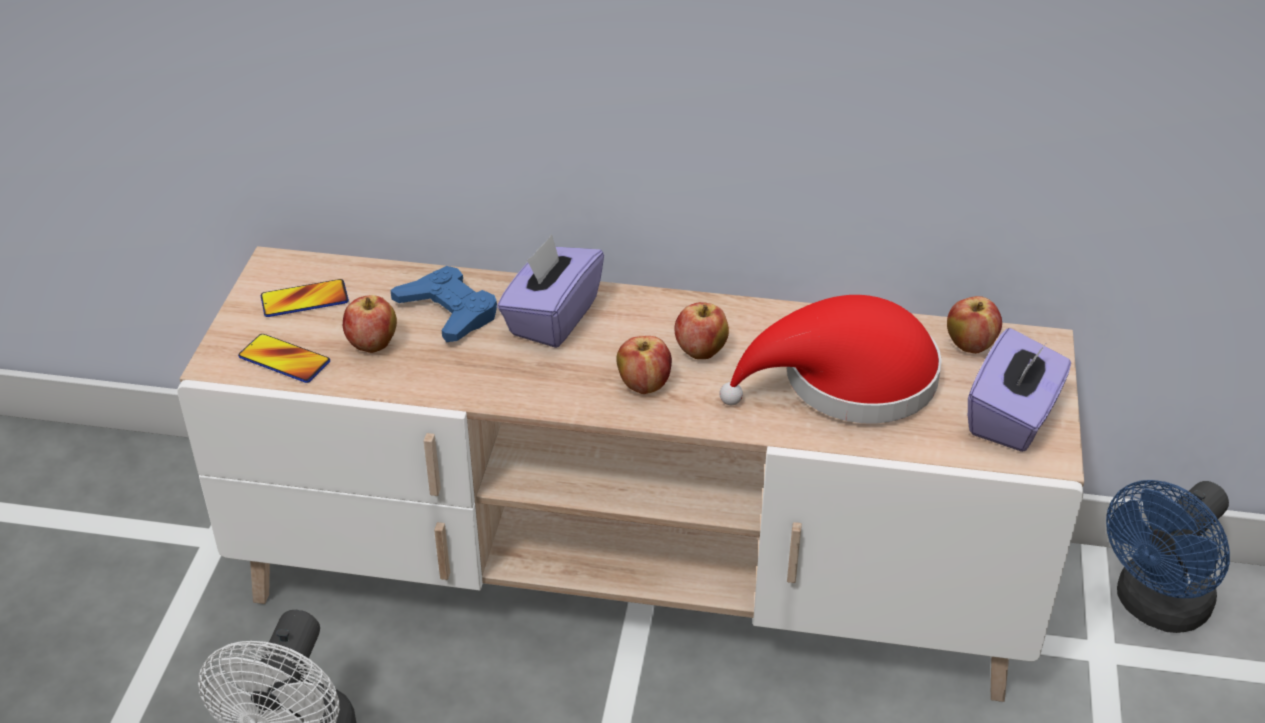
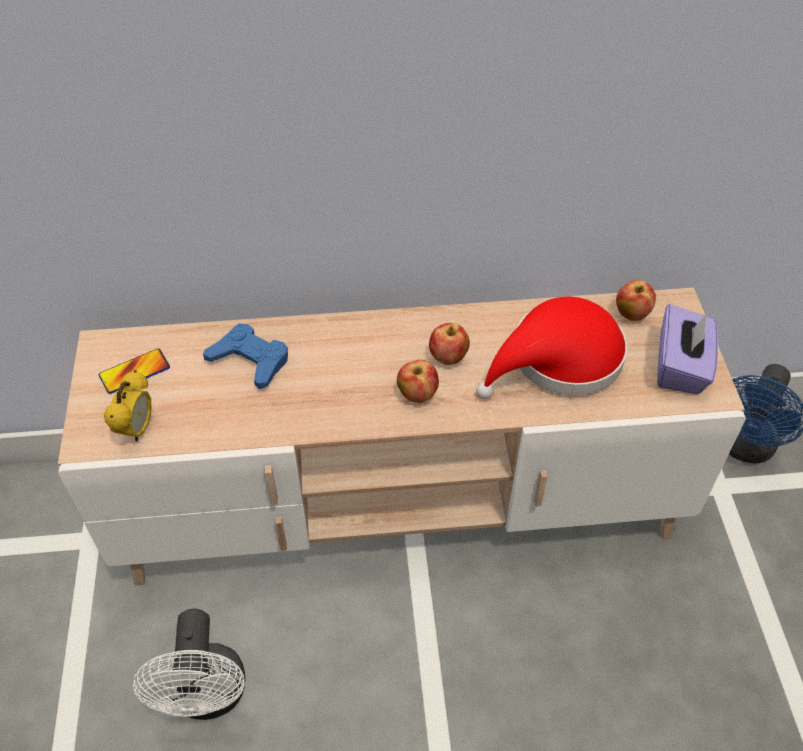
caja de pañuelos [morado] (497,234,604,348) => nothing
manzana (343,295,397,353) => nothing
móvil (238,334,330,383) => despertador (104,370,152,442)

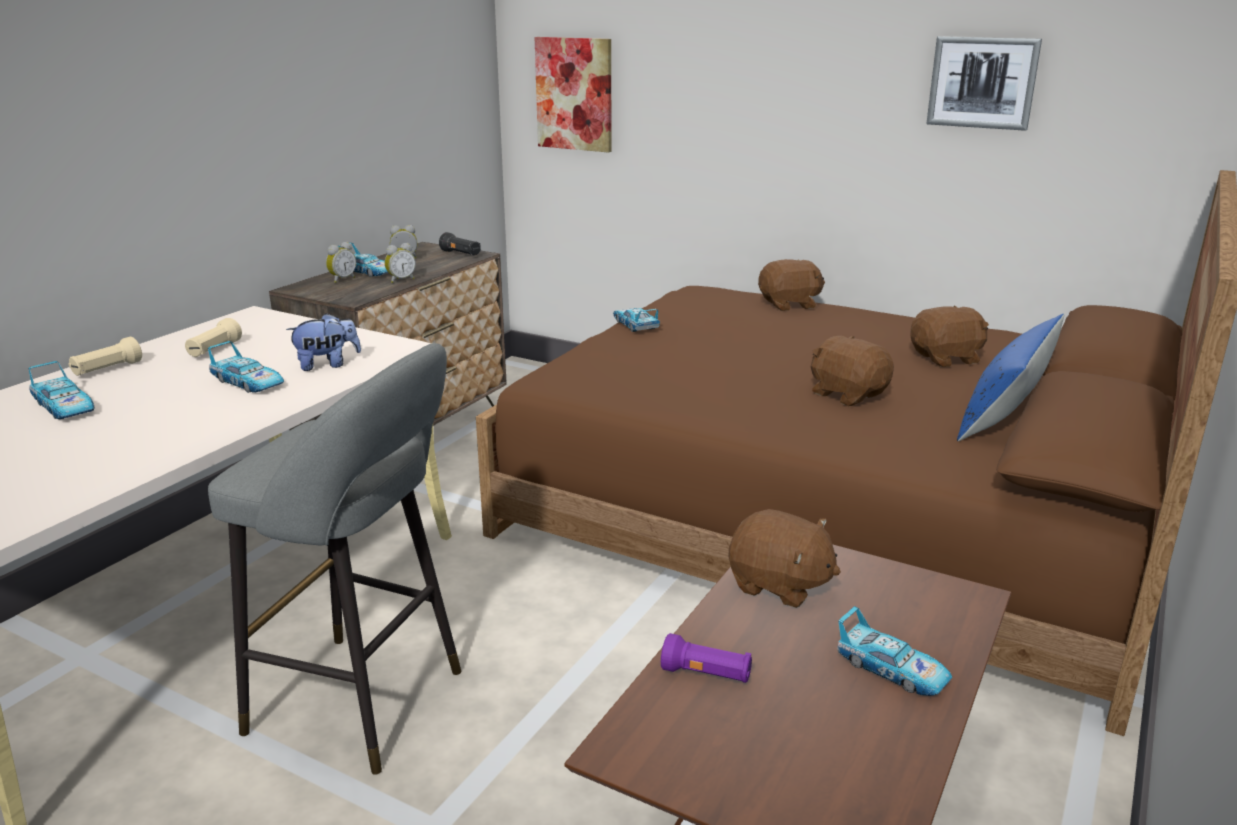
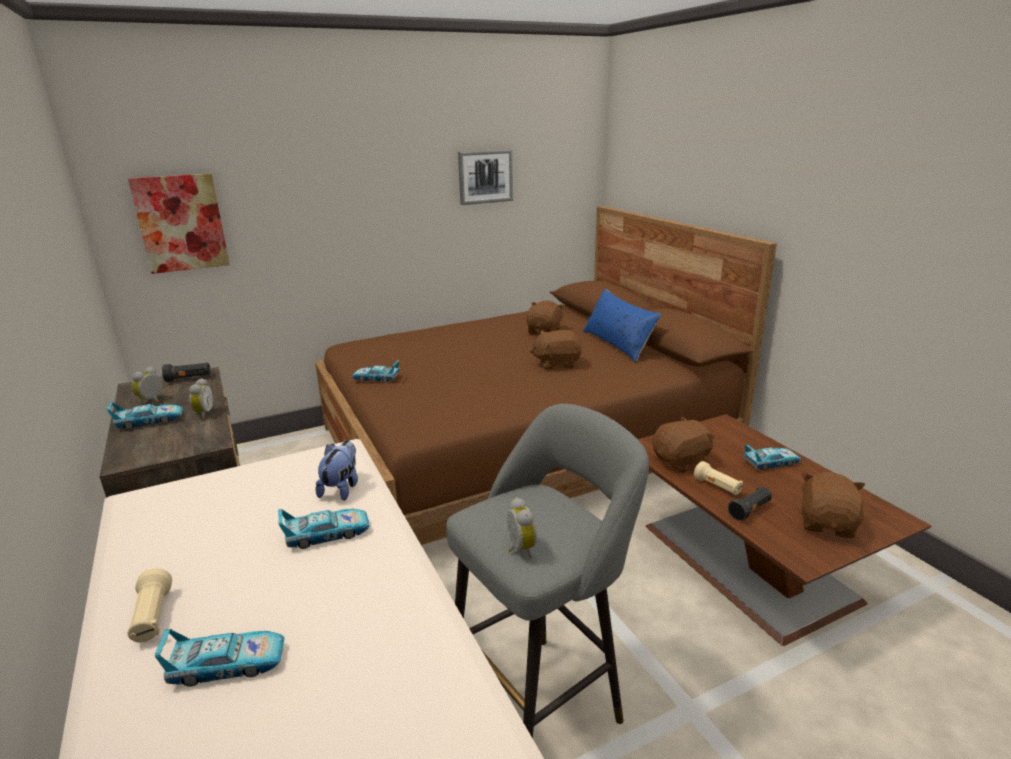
despertador (326,242,356,283) => despertador (507,497,537,558), moved
peluche [marrón] (758,259,825,311) => peluche [marrón] (801,472,865,538), moved
linterna [beis] (185,318,242,357) => linterna [beis] (694,461,743,495), moved
linterna [morado] (661,633,752,683) => linterna [negro] (728,487,772,521)

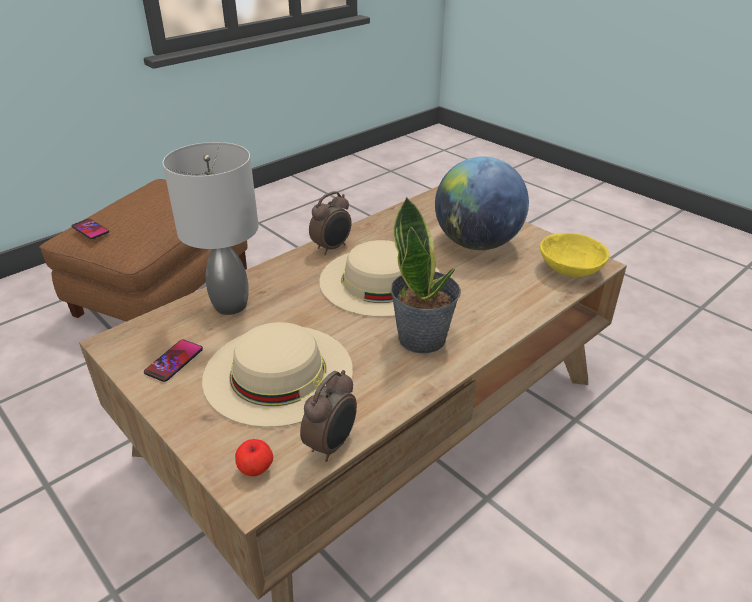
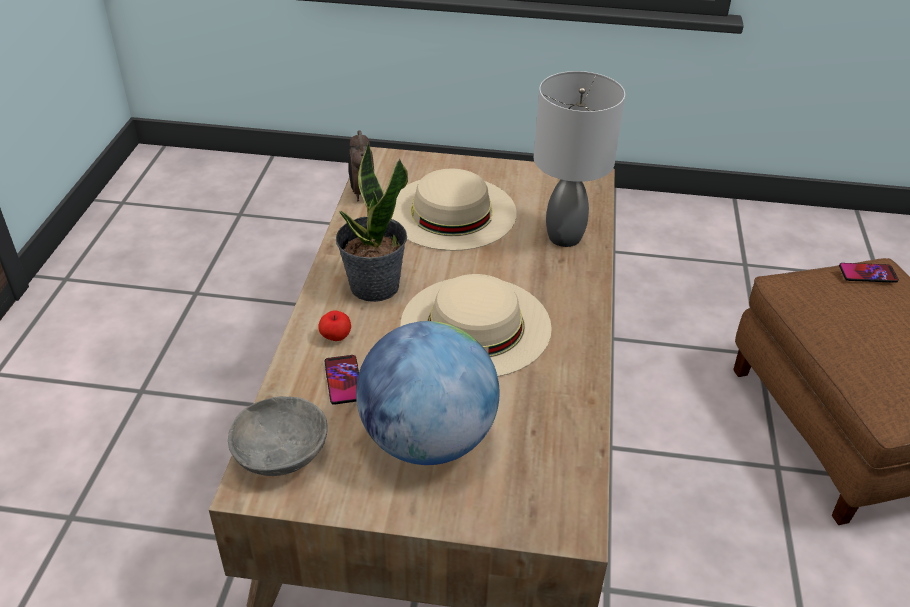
despertador (309,191,352,255) => nothing
cuenco [amarillo] (540,233,609,277) => cuenco [gris] (228,396,328,476)
móvil (144,340,203,382) => móvil (324,355,359,405), moved
manzana (235,439,273,476) => manzana (318,311,351,341), moved

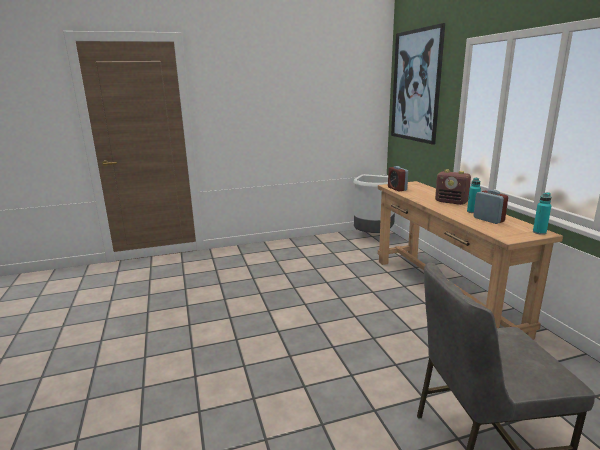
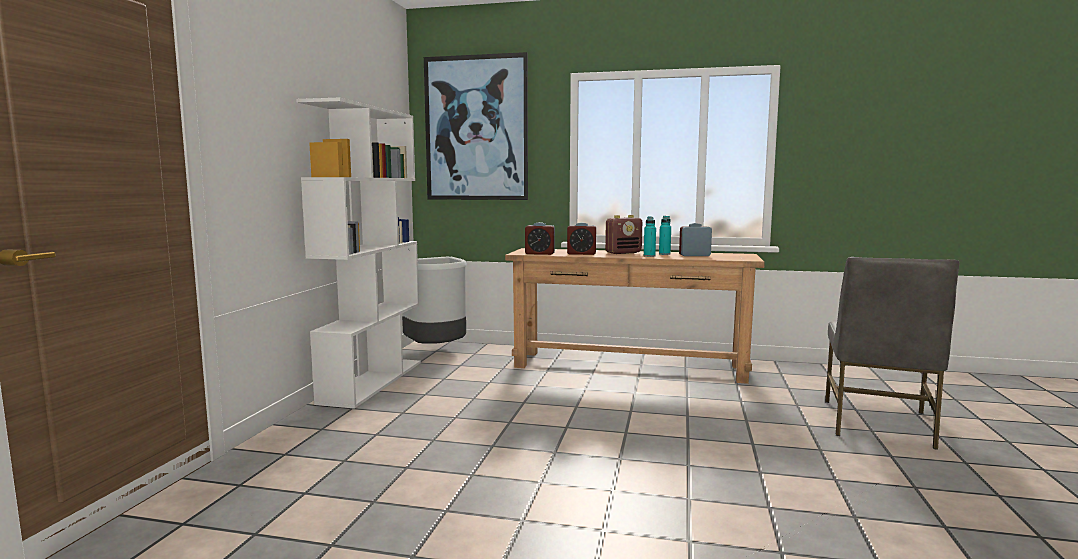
botella [turquesa] (533,192,551,235) => botella [turquesa] (644,216,656,257), moved
nothing => estantería [blanco] (296,97,421,409)
nothing => despertador (567,222,596,255)

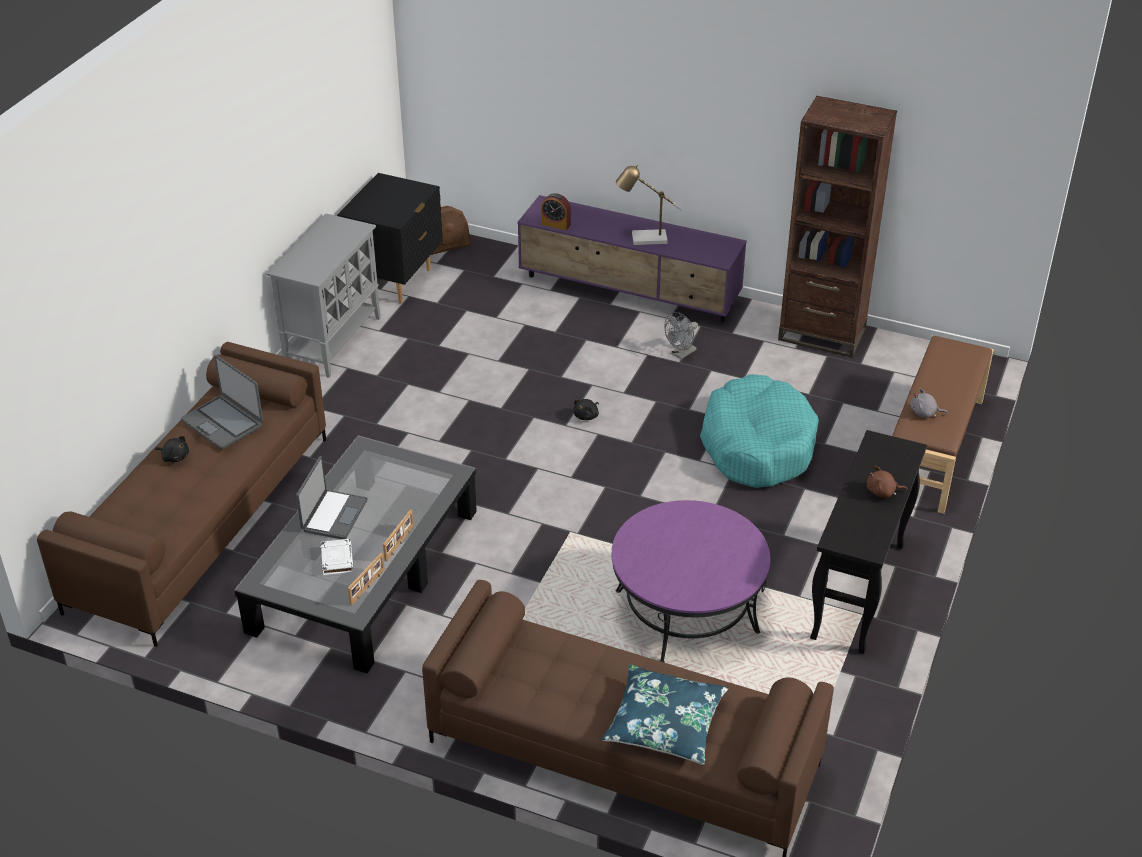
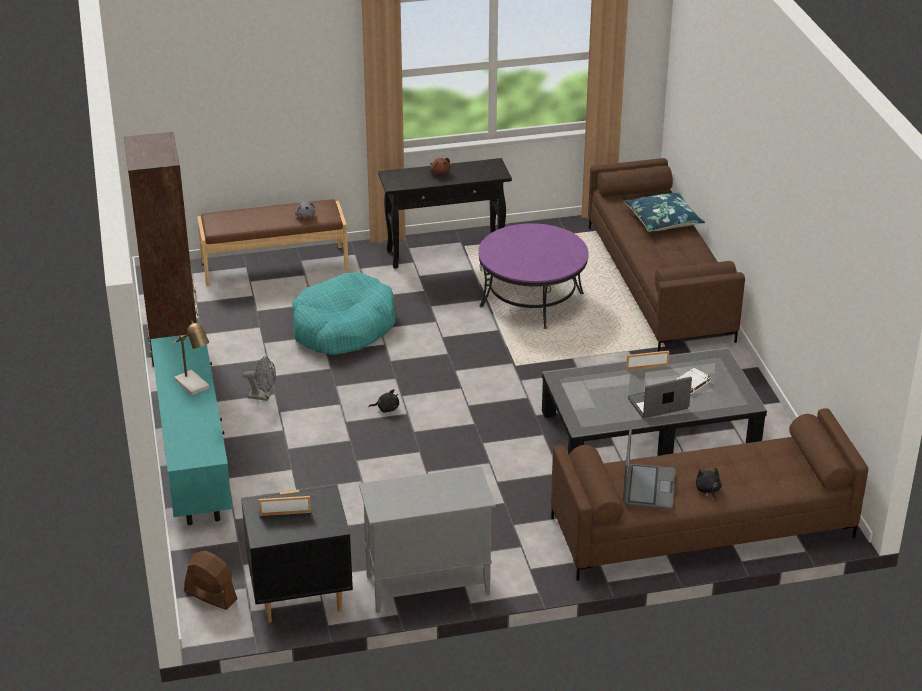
despertador (541,193,571,230) => nothing
mueble de televisión [morado] (517,195,747,322) => mueble de televisión [turquesa] (151,335,232,525)
portarretratos (348,553,385,605) => portarretratos (259,496,311,516), moved

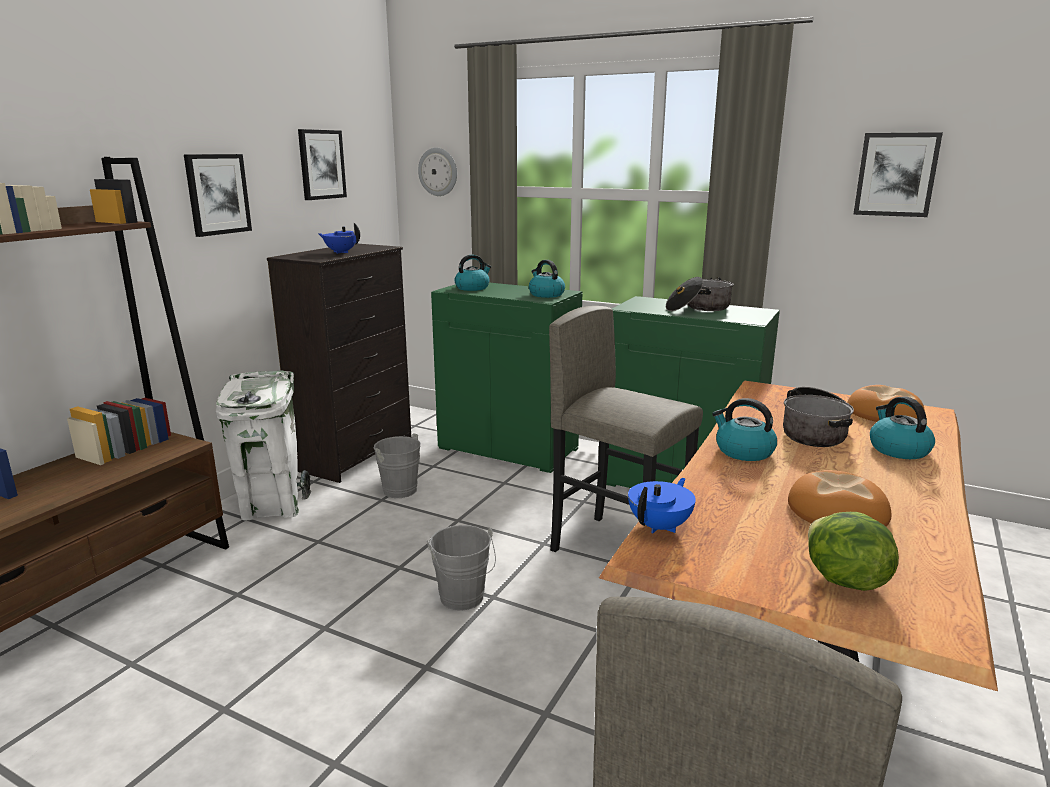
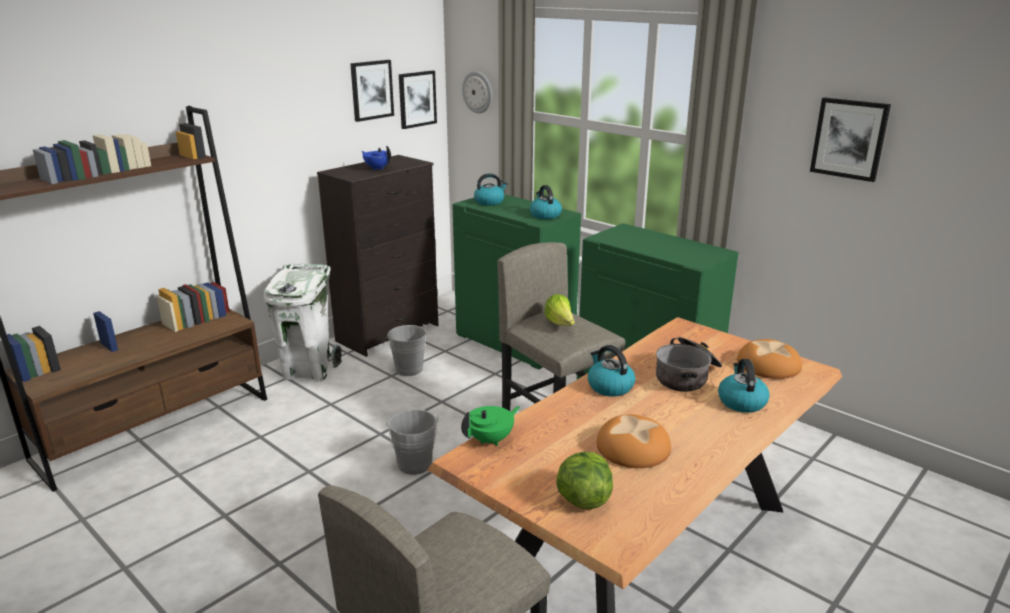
cuadro (184,154,252,237) => cuadro (399,70,437,129), moved
olla (666,277,734,311) => nothing
tetera [azul] (628,478,696,533) => tetera [verde] (461,406,520,446)
nothing => lechuga (544,294,575,326)

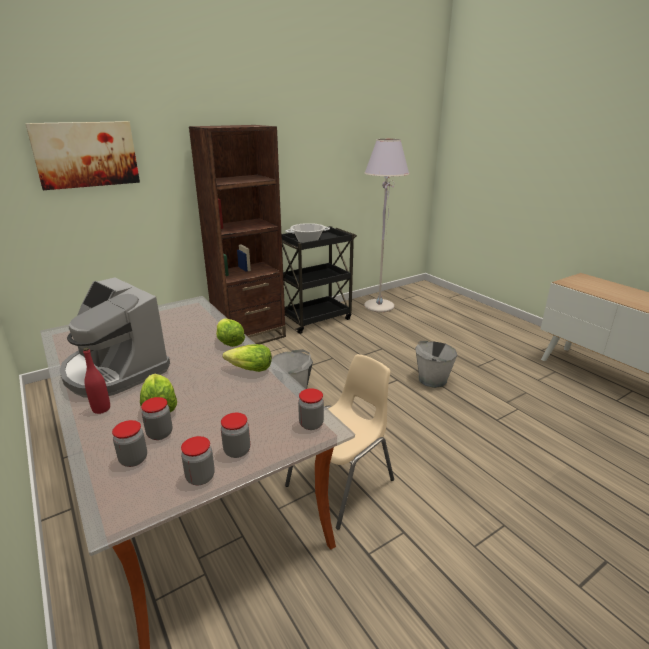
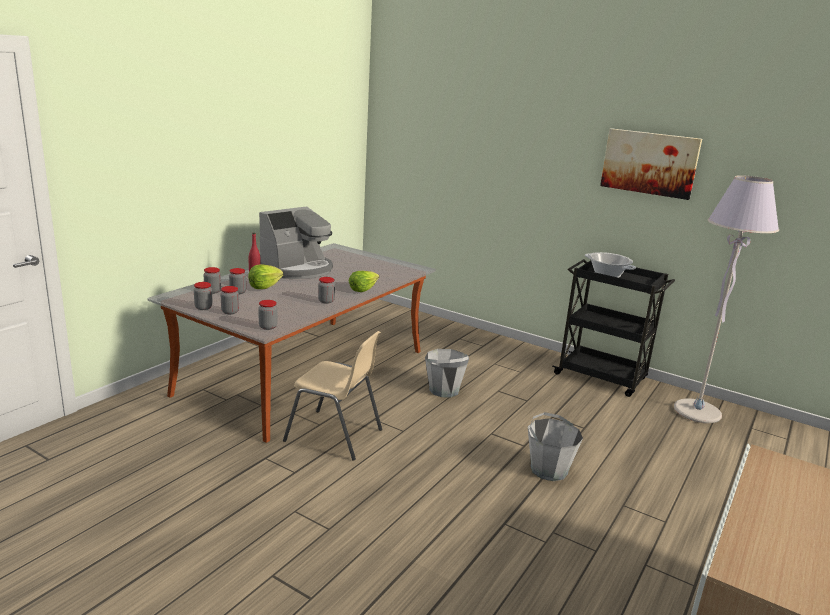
cuadro (25,121,140,190) => cuadro (600,128,702,200), moved
estantería [marrón] (189,125,286,344) => nothing
cafetera (60,277,170,398) => cafetera (259,206,333,279), 150 degrees counterclockwise
lechuga (223,344,272,372) => tarro (318,277,335,303)

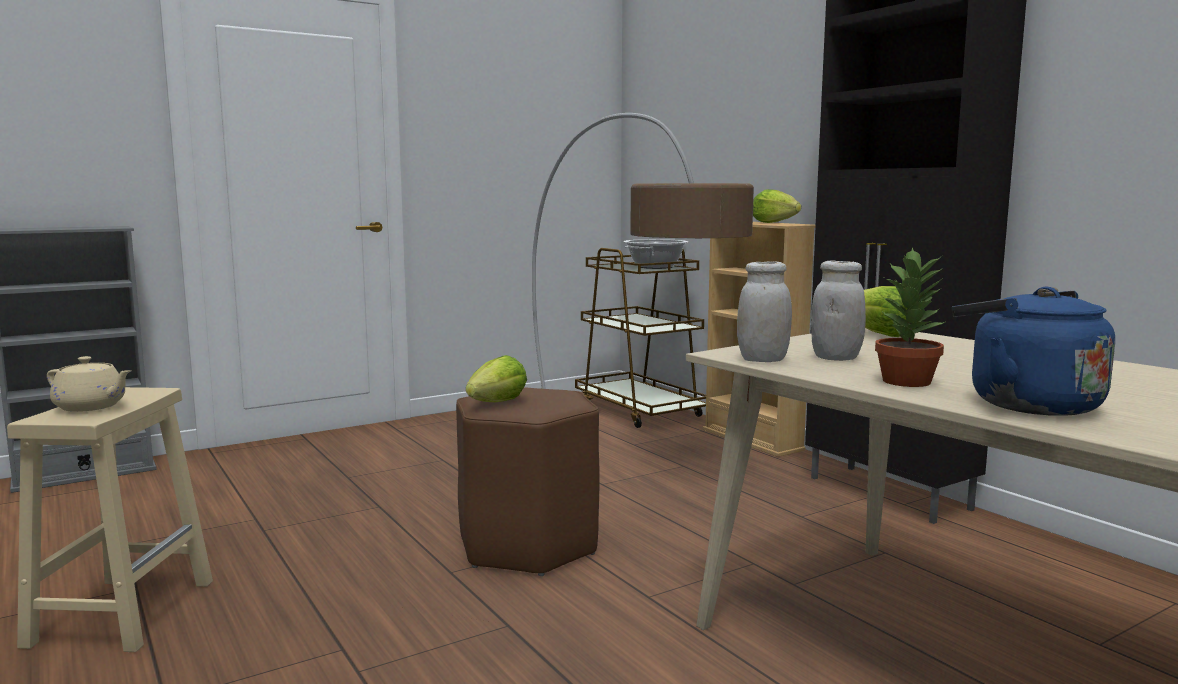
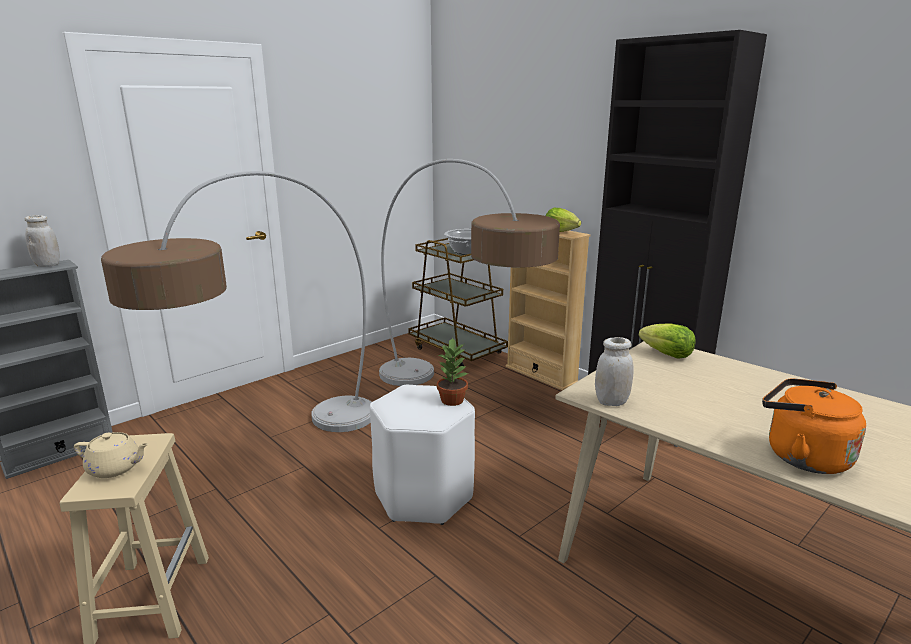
planta en maceta (875,247,945,387) => planta en maceta (437,337,468,406), moved
tarro [blanco] (811,260,866,361) => tarro [blanco] (25,215,60,267), moved
hervidor [azul] (952,287,1115,416) => hervidor [naranja] (762,378,866,474)
lechuga (466,355,527,402) => nothing
taburete [marrón] (456,387,599,576) => taburete [blanco] (370,385,475,525)
nothing => lámpara de pie (101,171,371,432)

